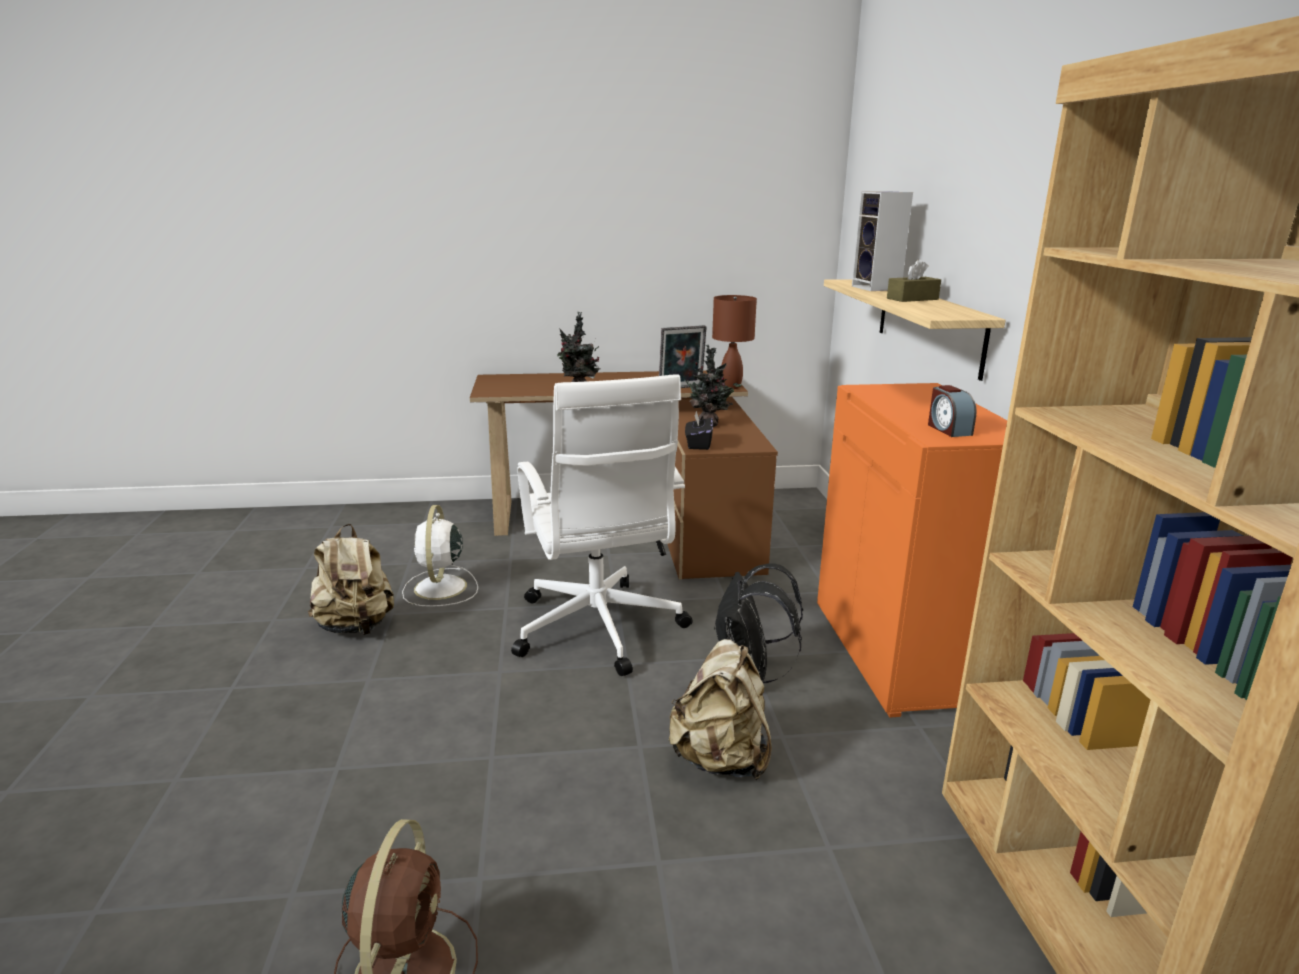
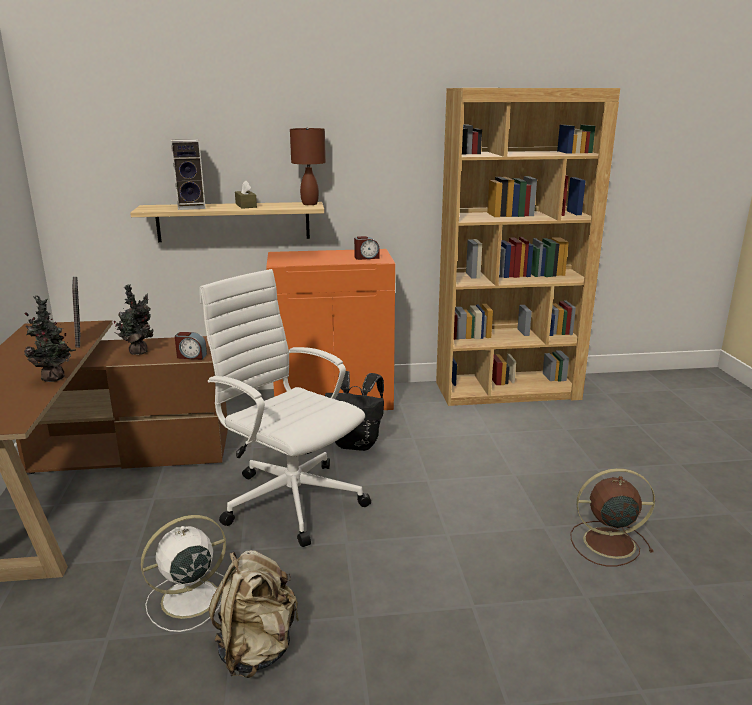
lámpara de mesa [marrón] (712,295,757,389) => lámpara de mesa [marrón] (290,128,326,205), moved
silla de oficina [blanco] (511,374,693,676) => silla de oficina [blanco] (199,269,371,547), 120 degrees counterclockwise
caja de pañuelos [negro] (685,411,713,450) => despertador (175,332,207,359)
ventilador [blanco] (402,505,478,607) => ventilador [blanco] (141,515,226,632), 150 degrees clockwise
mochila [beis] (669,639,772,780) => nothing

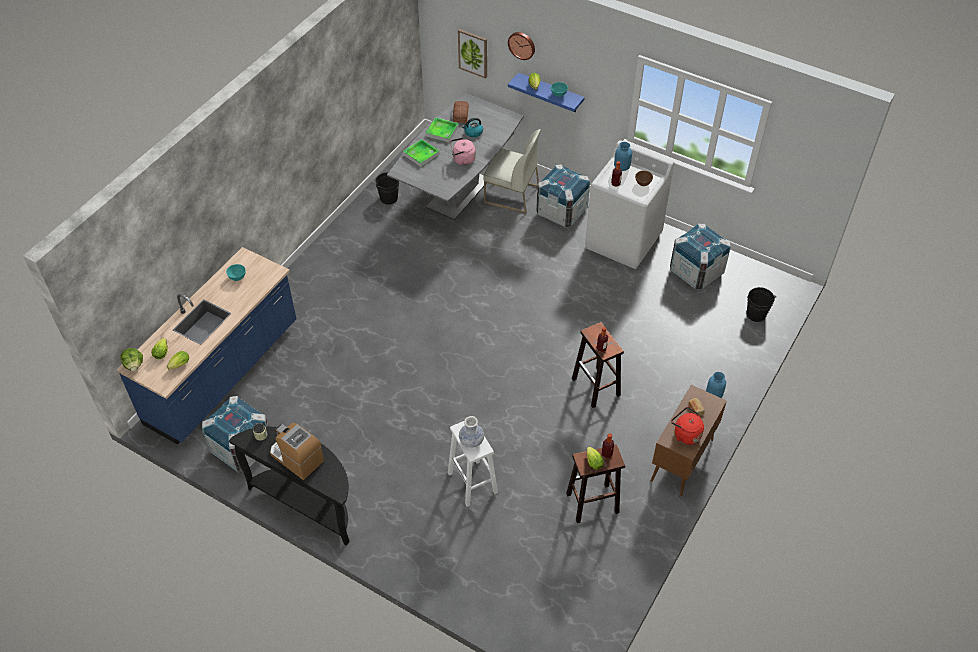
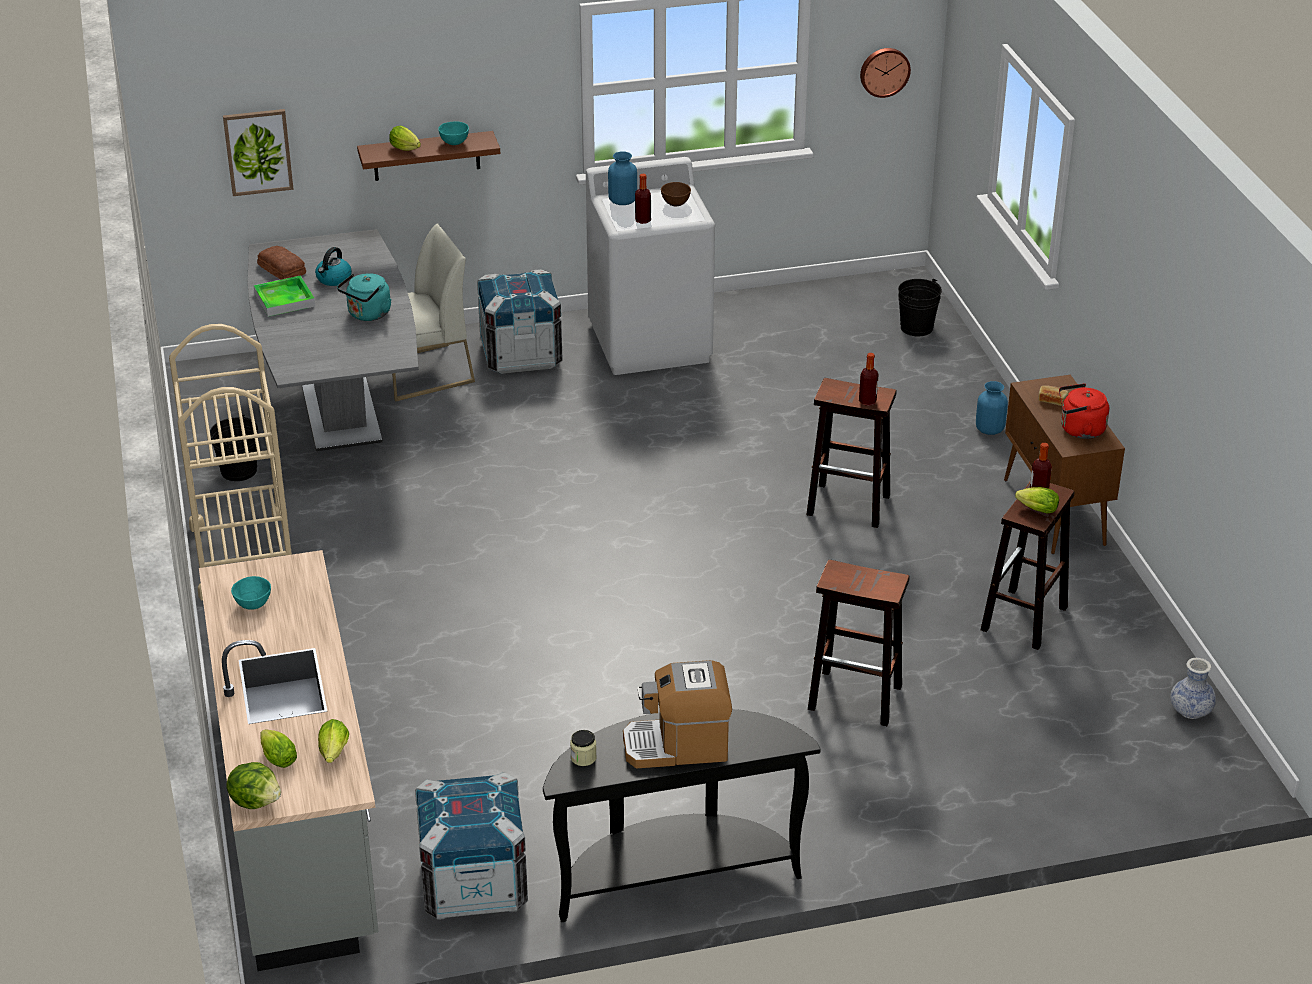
reloj de pared (508,32,535,60) => reloj de pared (860,48,911,98), moved
estante [azul] (508,73,585,112) => estante [marrón] (357,131,500,181)
hervidor [rosa] (450,137,476,166) => hervidor [turquesa] (337,273,392,321)
bandeja (403,139,440,167) => nothing
caja de embalaje (670,223,731,290) => nothing
mueble bajo de cocina [azul] (117,247,296,445) => mueble bajo de cocina [gris] (199,550,378,971)
florero (459,416,484,448) => florero (1170,658,1216,719), moved
taburete [blanco] (448,421,498,507) => taburete [marrón] (808,560,910,726)
nothing => carrito [beis] (169,324,292,600)

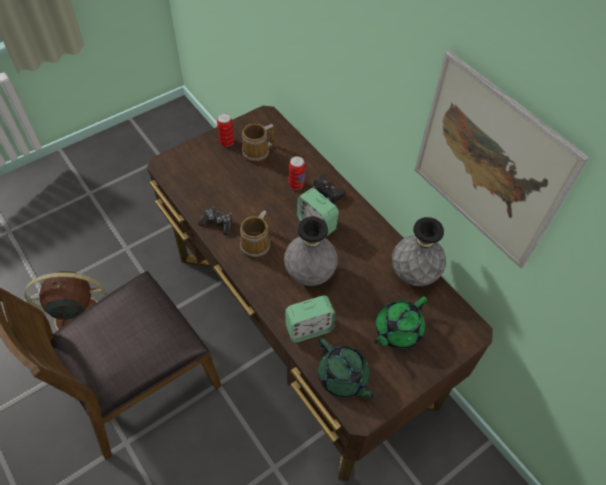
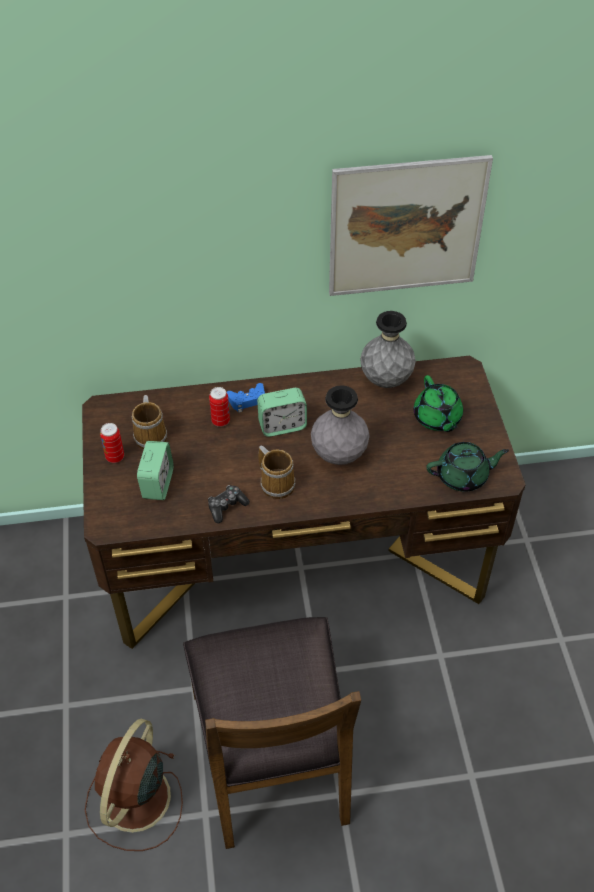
mando de consola [negro] (312,174,346,203) => mando de consola [azul] (227,383,265,413)
despertador (285,295,335,343) => despertador (137,441,173,500), moved

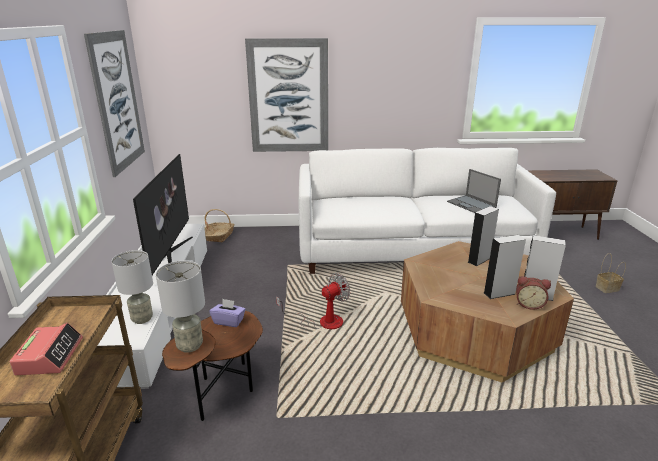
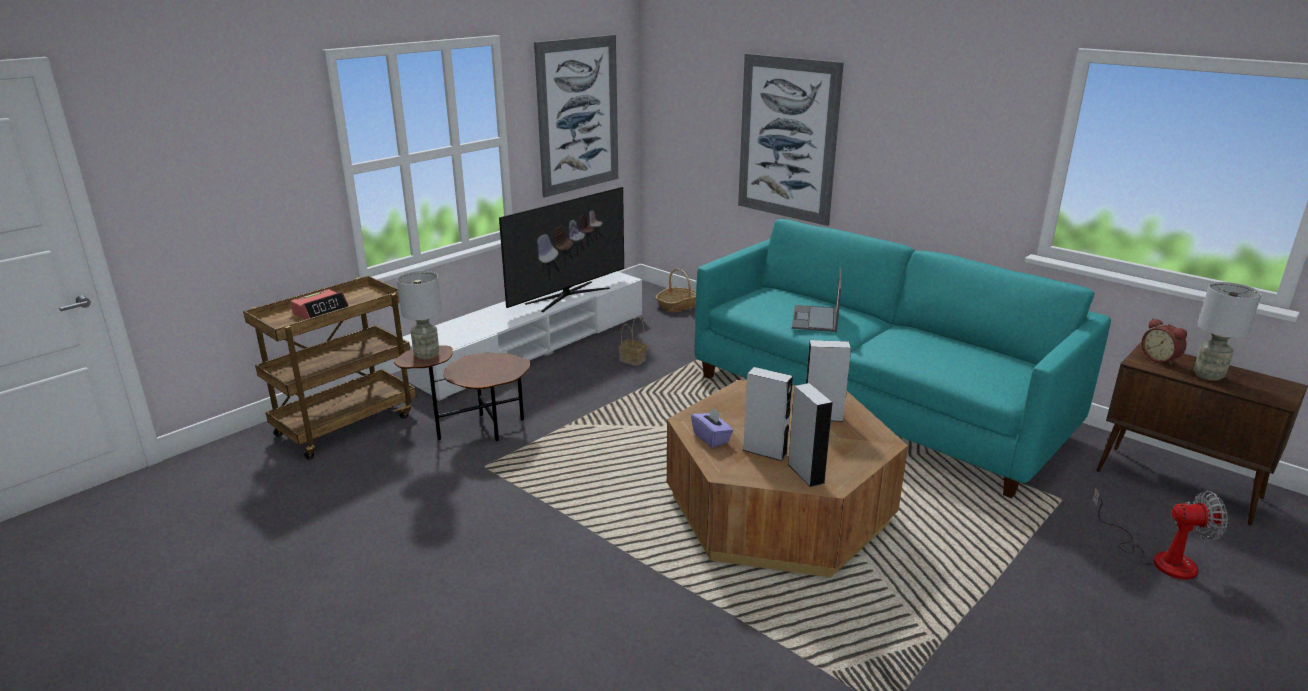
sofá [blanco] (299,148,556,274) => sofá [turquesa] (695,219,1111,498)
portátil (447,169,501,213) => portátil (792,268,841,332), moved
lámpara de mesa [gris] (111,250,153,324) => lámpara de mesa [gris] (1194,282,1261,381), moved
cesta (595,253,626,293) => cesta (618,317,647,366), moved
ventilador (276,273,350,329) => ventilador (1092,488,1228,580), moved
despertador (516,276,551,310) => despertador (1142,318,1187,366), moved
caja de pañuelos [morado] (210,299,246,327) => caja de pañuelos [morado] (691,407,733,448), moved

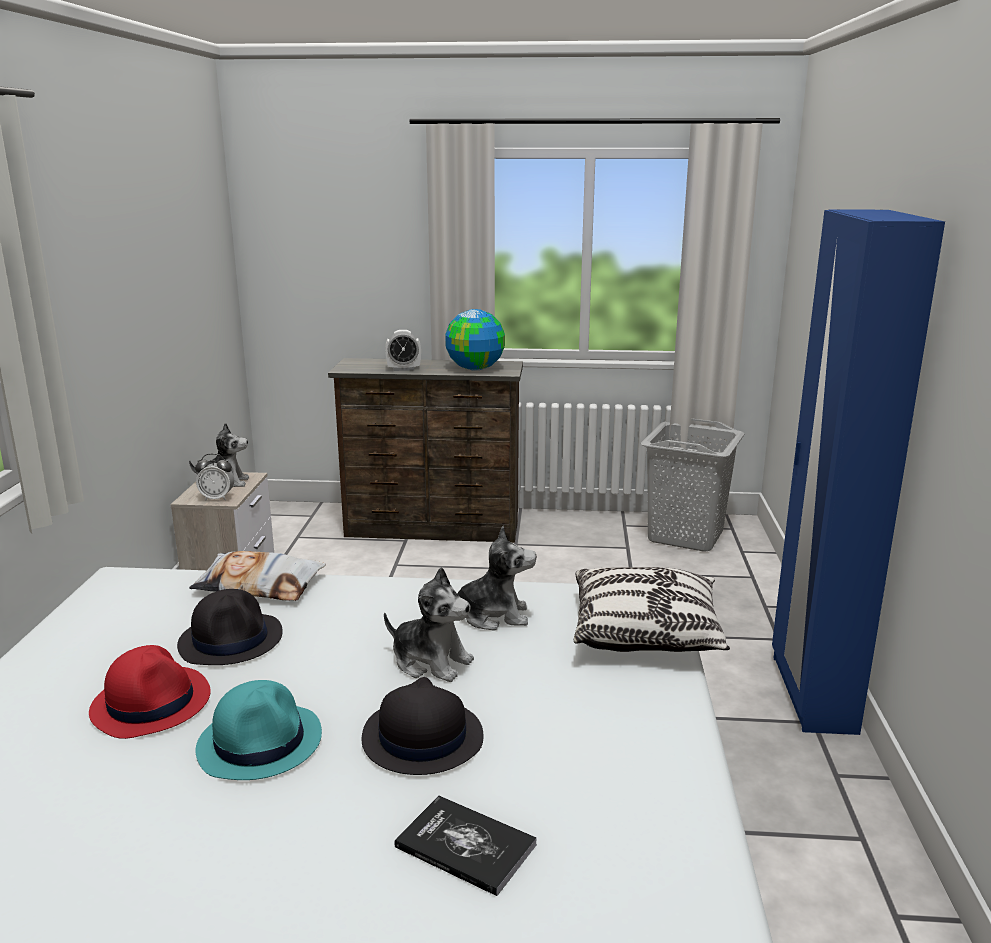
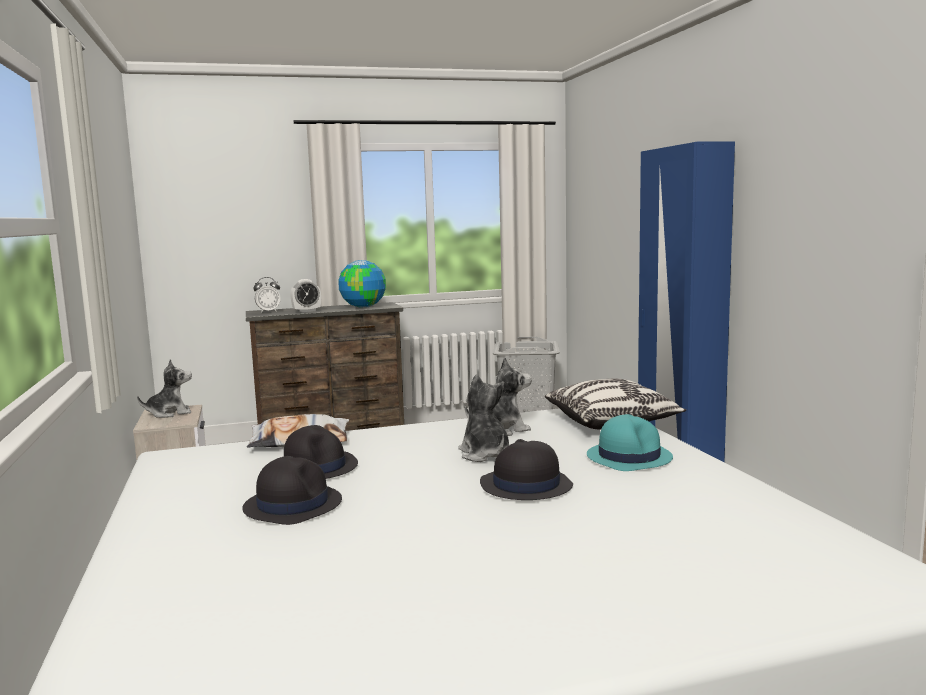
despertador (195,453,234,501) => despertador (253,277,281,313), moved
peluche (384,567,474,682) => peluche (458,374,509,462), 120 degrees counterclockwise
sombrero [rojo] (89,645,211,739) => sombrero [negro] (242,456,342,525)
sombrero [turquesa] (195,680,322,780) => sombrero [turquesa] (587,414,673,471), moved
libro (394,796,537,896) => nothing

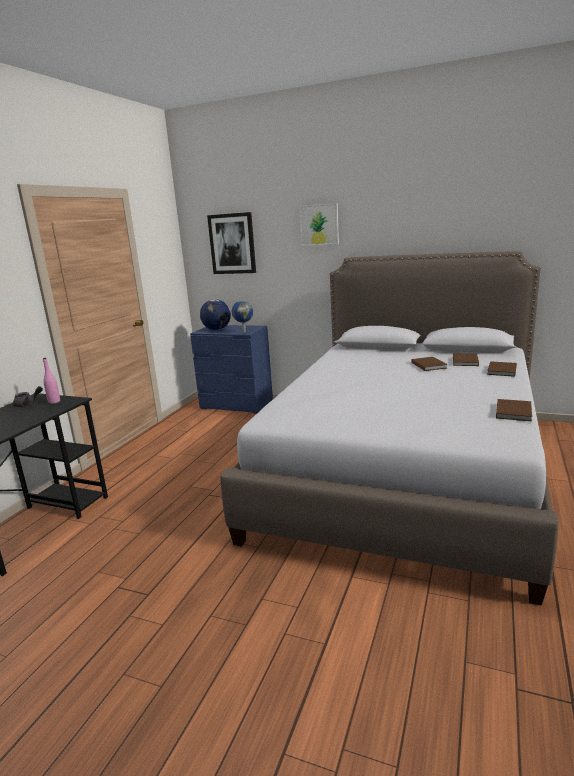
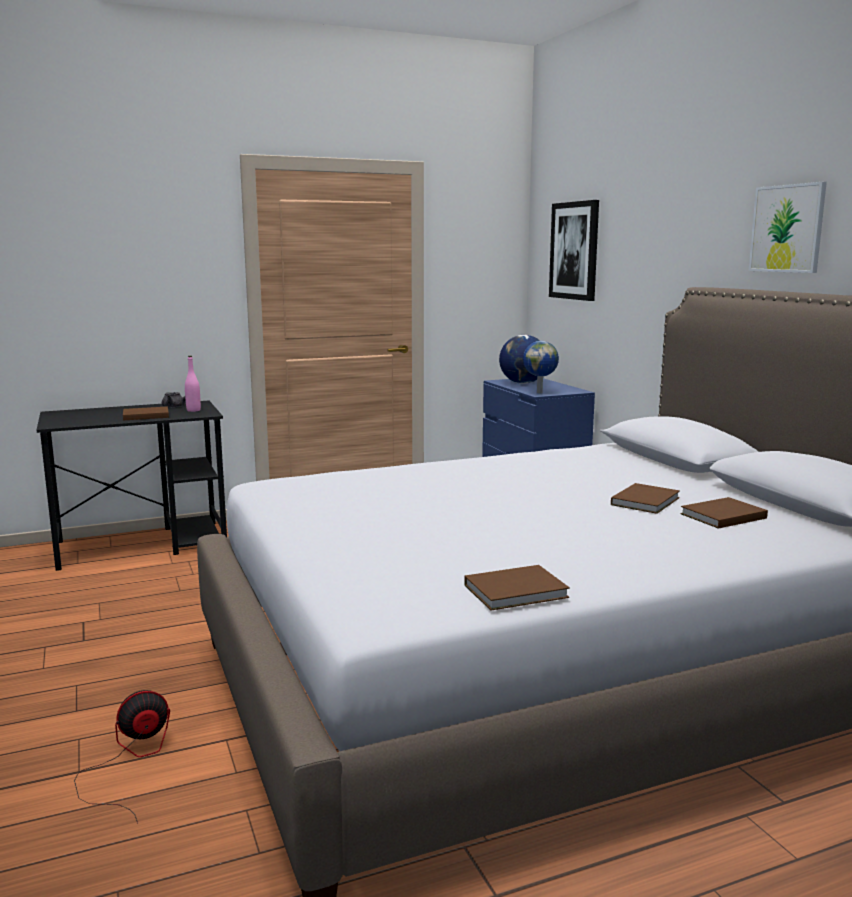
cuadro (299,203,339,246) => cuadro (749,182,827,273), moved
libro [marrón] (487,361,517,377) => libro [marrón] (123,406,169,420), moved
nothing => ventilador (74,690,170,823)

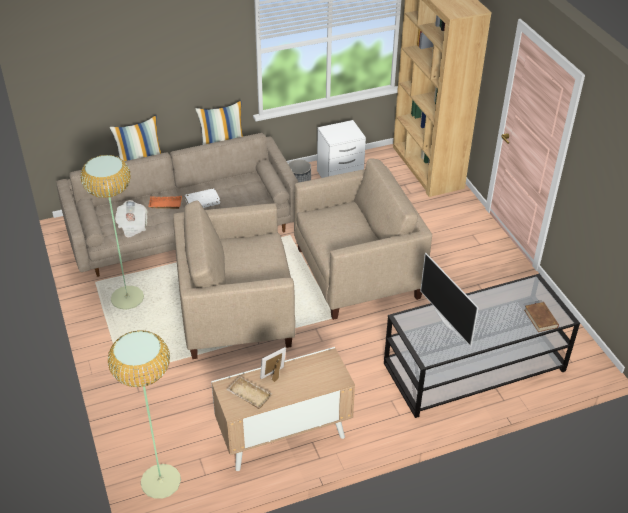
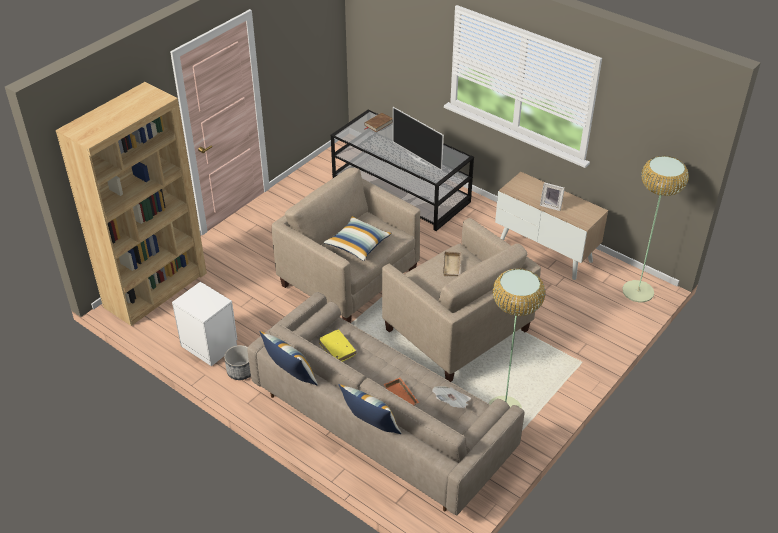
libro [blanco] (185,188,220,208) => nothing
televisor (420,253,479,346) => televisor (393,107,444,170), 105 degrees clockwise
bandeja [beis] (227,376,272,409) => bandeja [beis] (443,251,461,276), moved
nothing => cojín (324,216,392,261)
nothing => libro [amarillo] (319,330,357,362)

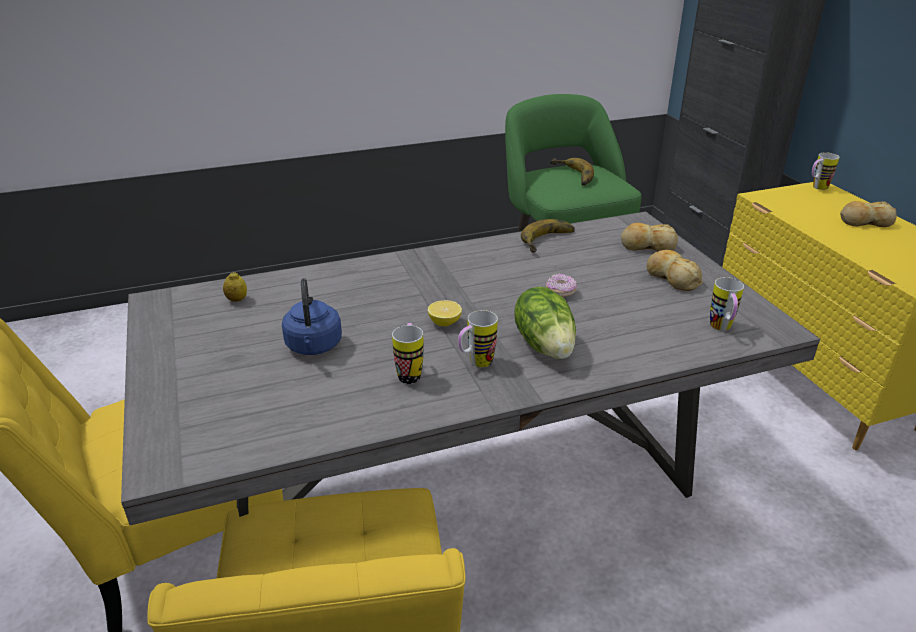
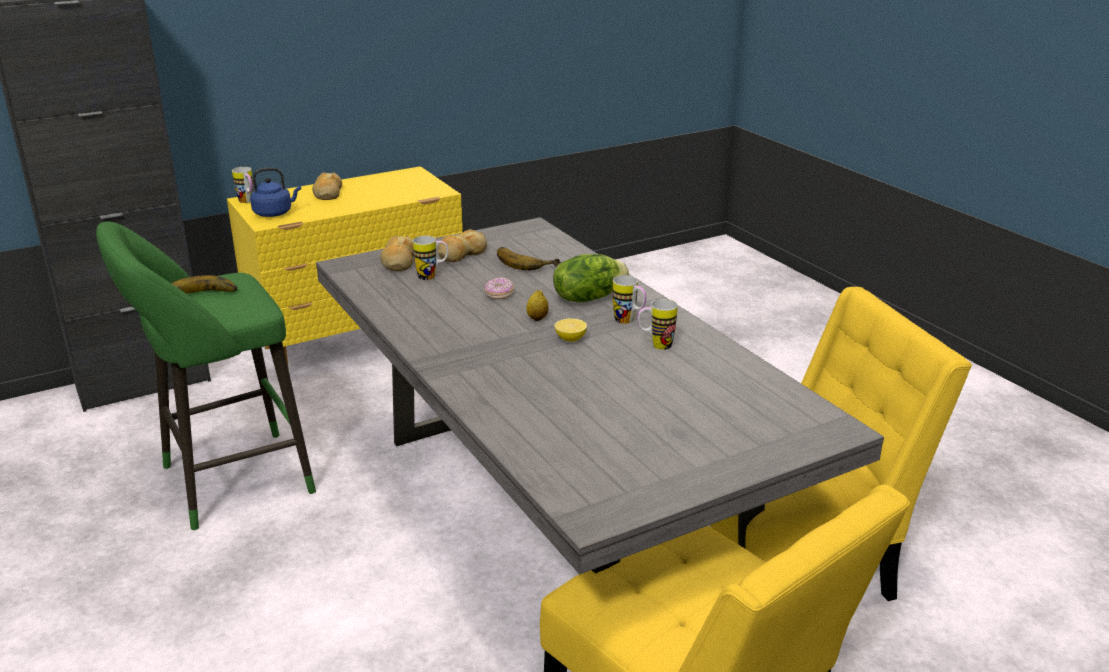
plátano (521,219,575,252) => plátano (497,247,560,270), moved
limón (223,272,247,302) => limón (526,290,549,321), moved
taza grande (710,277,744,331) => taza grande (413,236,448,280), moved
hervidor [azul] (282,278,342,355) => hervidor [azul] (250,167,301,217), moved

